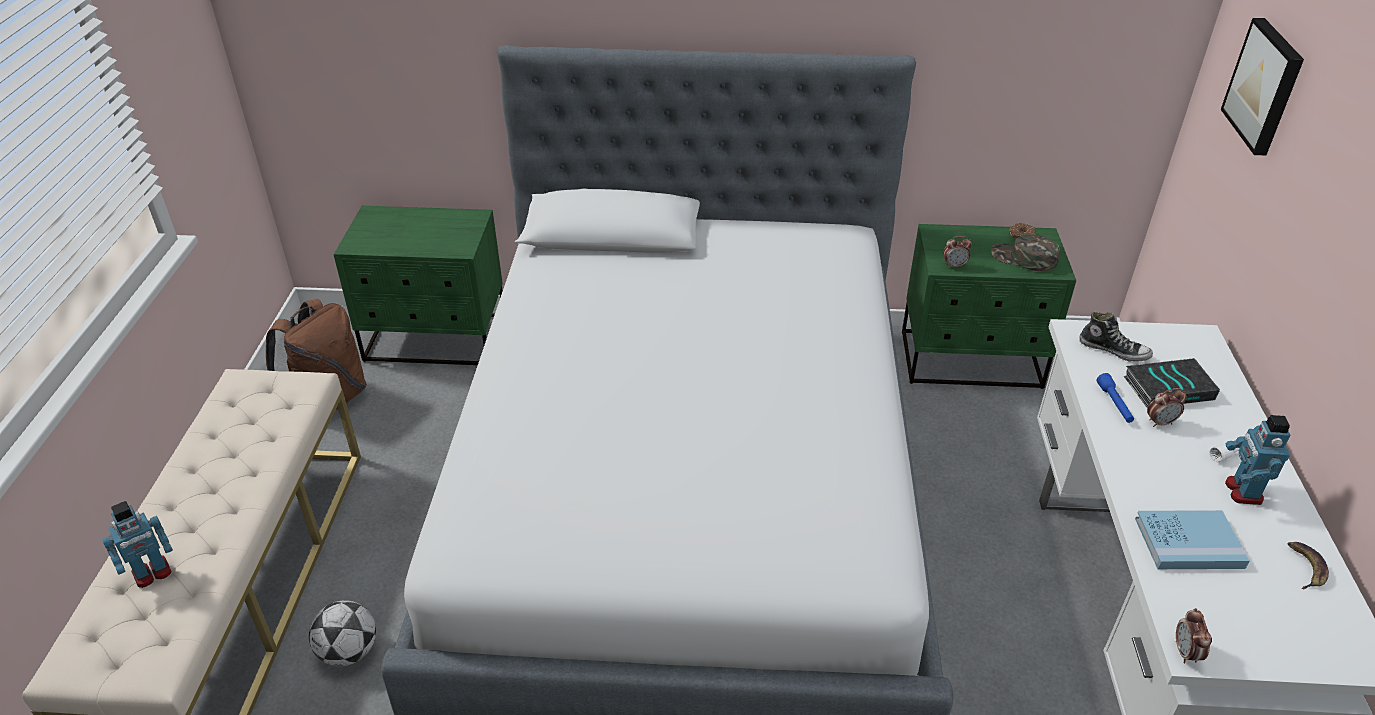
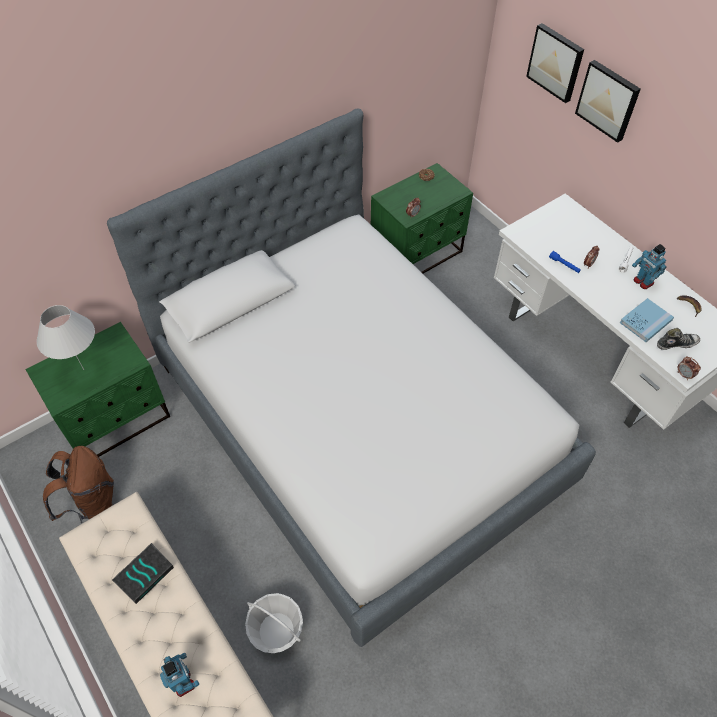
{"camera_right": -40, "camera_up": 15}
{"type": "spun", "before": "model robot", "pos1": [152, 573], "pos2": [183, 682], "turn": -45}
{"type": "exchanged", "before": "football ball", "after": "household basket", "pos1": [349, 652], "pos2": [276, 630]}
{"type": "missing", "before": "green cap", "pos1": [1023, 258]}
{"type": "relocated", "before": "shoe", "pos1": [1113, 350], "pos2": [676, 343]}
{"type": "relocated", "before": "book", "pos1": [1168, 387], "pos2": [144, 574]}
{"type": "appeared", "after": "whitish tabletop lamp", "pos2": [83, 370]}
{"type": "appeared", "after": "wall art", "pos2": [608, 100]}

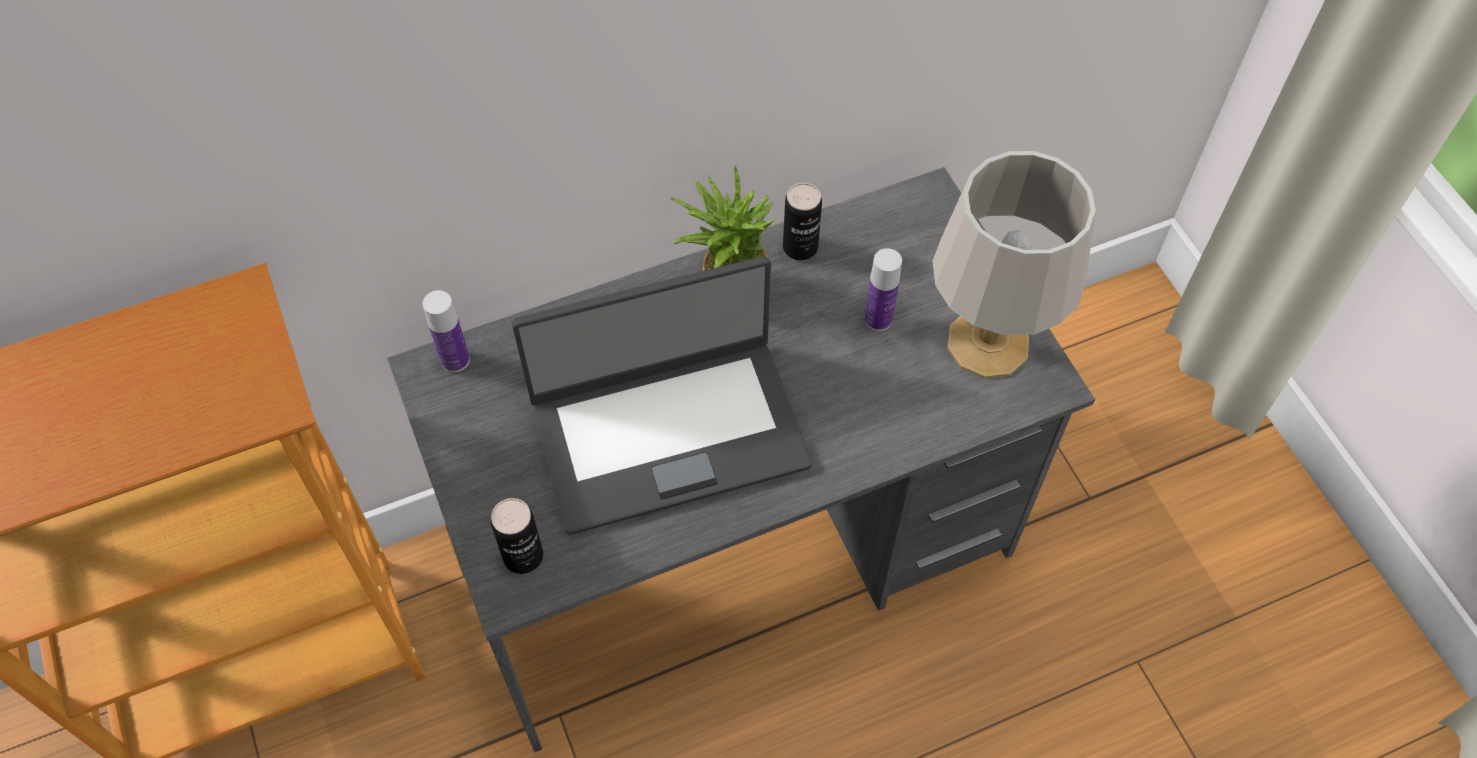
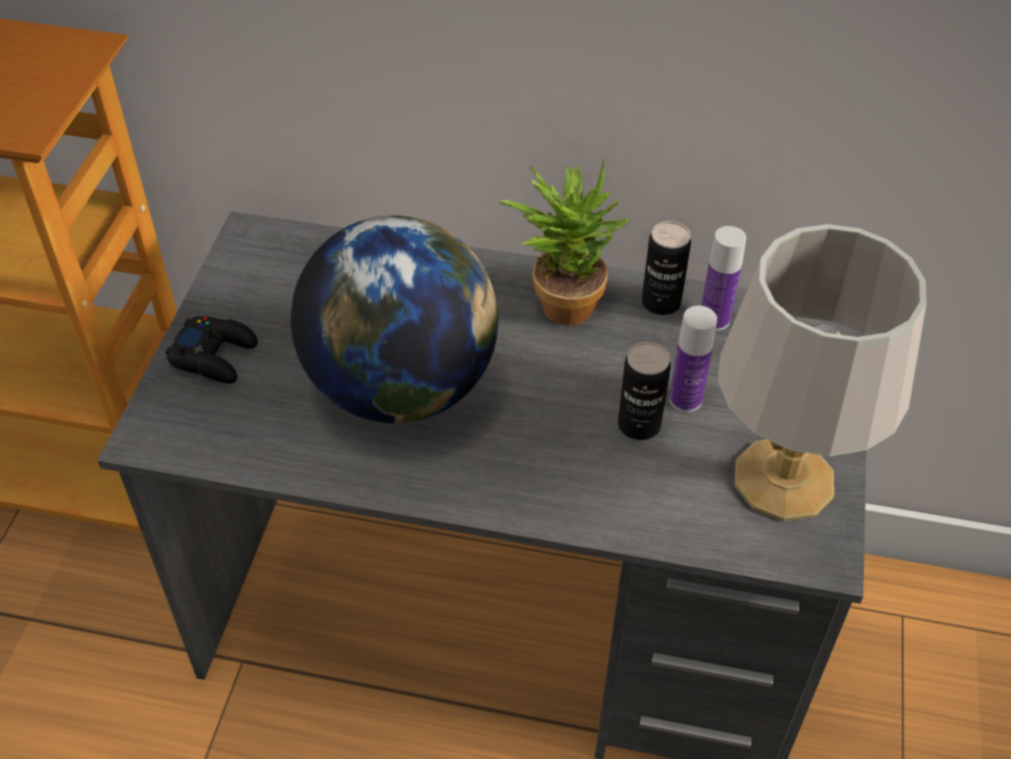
{"camera_right": 35, "camera_up": -10}
{"type": "relocated", "before": "drink bottle", "pos1": [455, 360], "pos2": [714, 319]}
{"type": "relocated", "before": "can", "pos1": [523, 556], "pos2": [639, 425]}
{"type": "exchanged", "before": "notebook computer", "after": "world globe", "pos1": [668, 432], "pos2": [401, 387]}
{"type": "appeared", "after": "blackish gamepad", "pos2": [215, 356]}

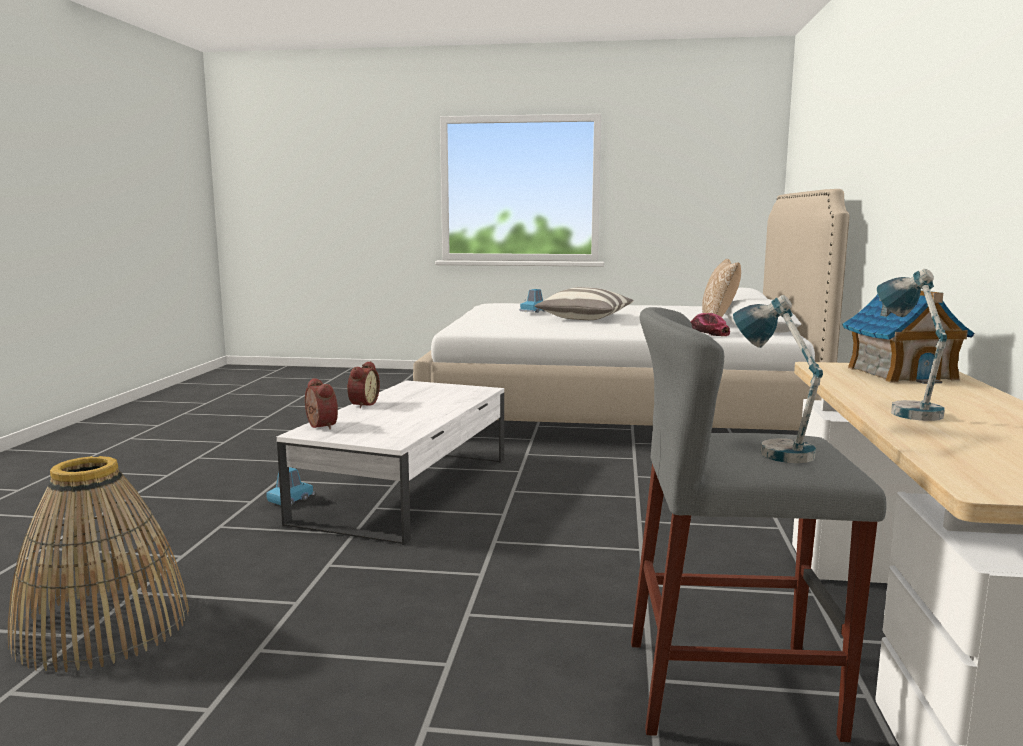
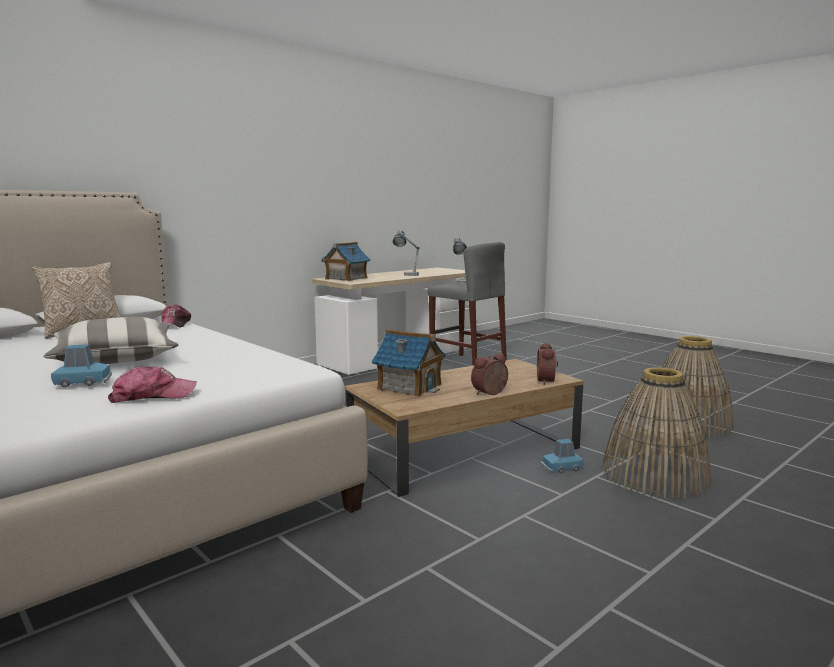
{"camera_right": -140, "camera_up": 0}
{"type": "colour", "before": "whitish low table", "after": "brown low table", "pos1": [407, 488], "pos2": [464, 451]}
{"type": "appeared", "after": "cap", "pos2": [152, 396]}
{"type": "appeared", "after": "model house", "pos2": [409, 387]}
{"type": "appeared", "after": "household basket", "pos2": [654, 475]}

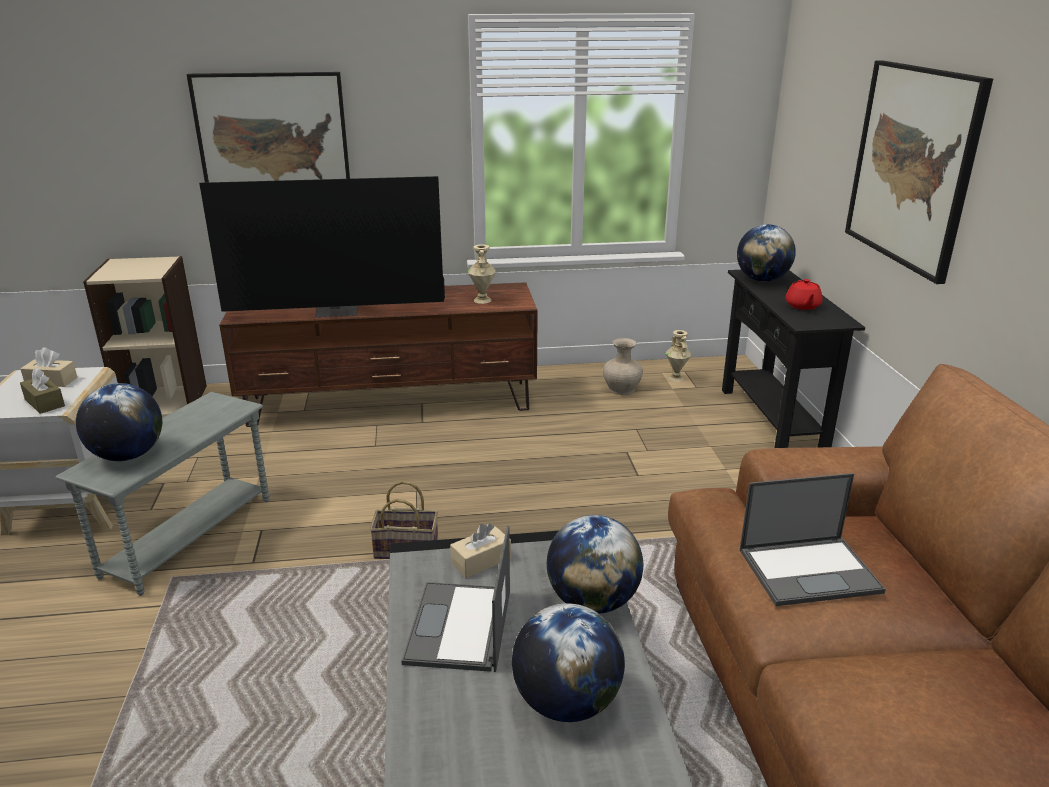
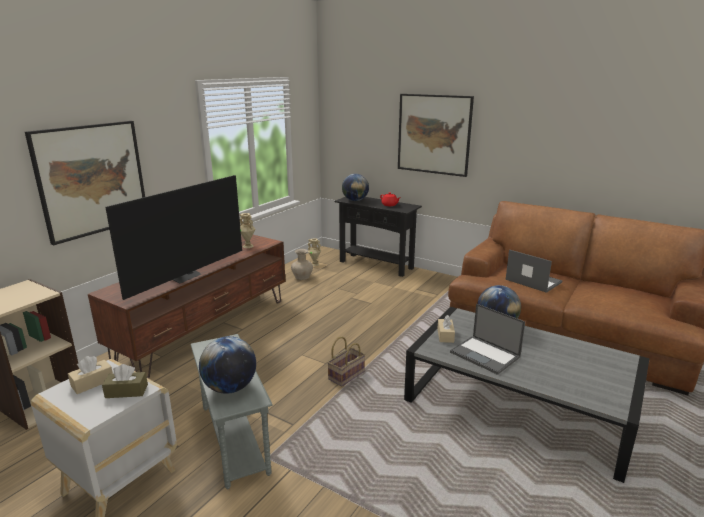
{"camera_right": -50, "camera_up": -5}
{"type": "missing", "before": "world globe", "pos1": [566, 703]}
{"type": "spun", "before": "notebook computer", "pos1": [810, 570], "pos2": [532, 281], "turn": -75}

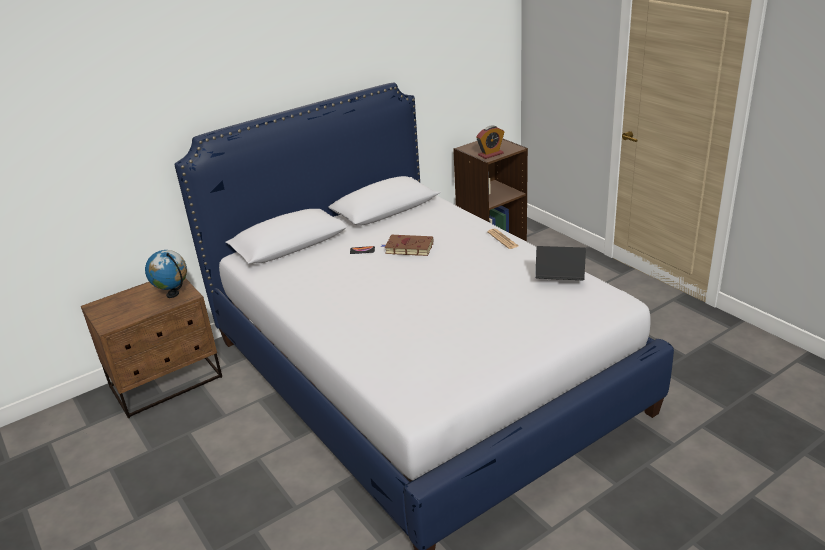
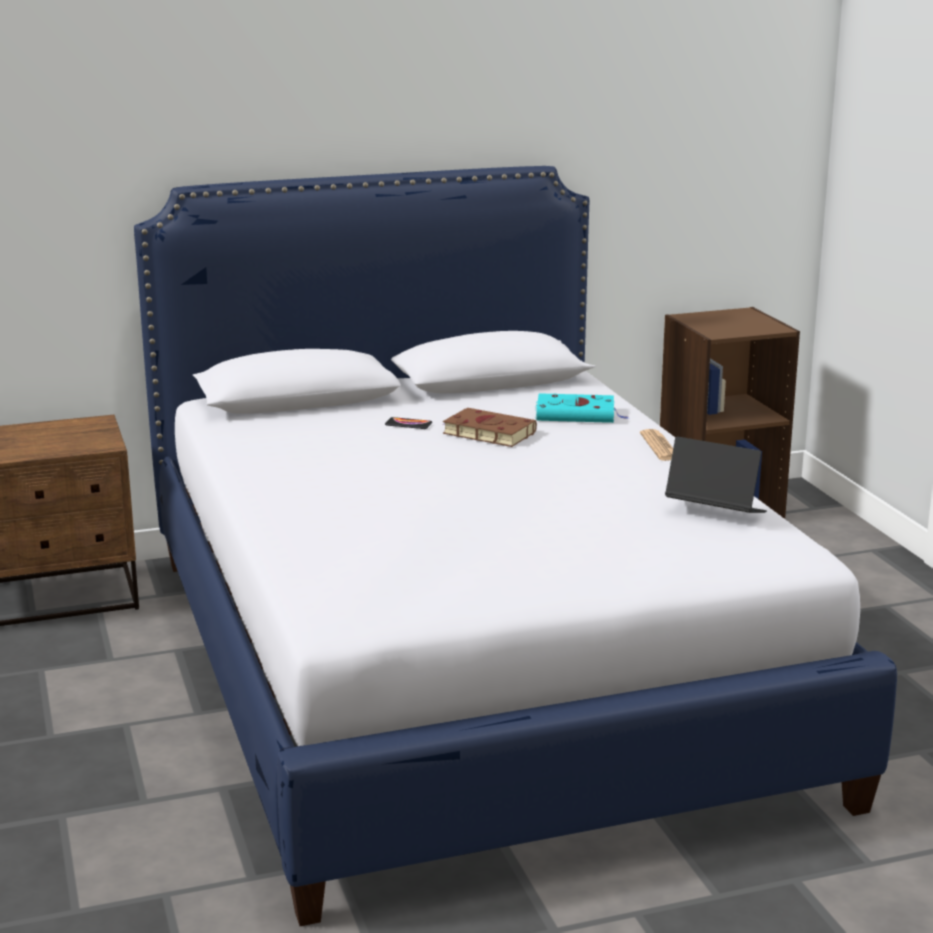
{"camera_right": 15, "camera_up": -10}
{"type": "missing", "before": "world globe", "pos1": [173, 294]}
{"type": "missing", "before": "alarm clock", "pos1": [490, 154]}
{"type": "appeared", "after": "turquoise book", "pos2": [578, 414]}

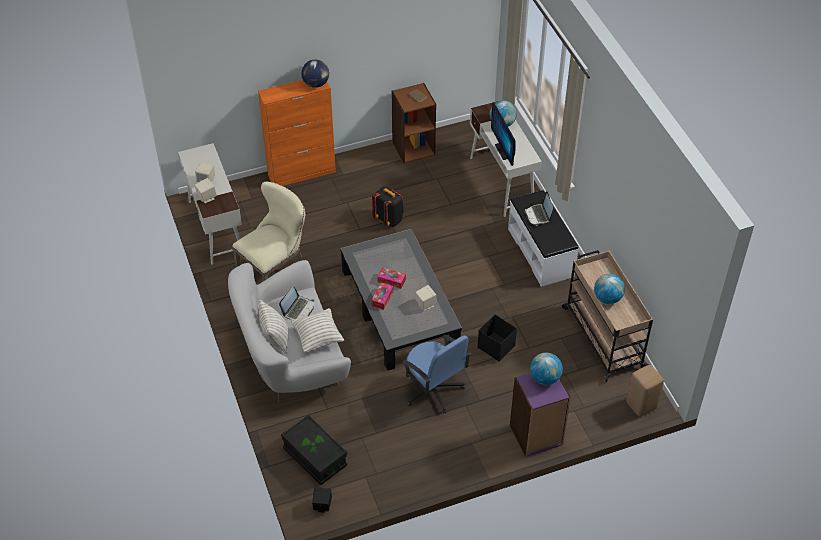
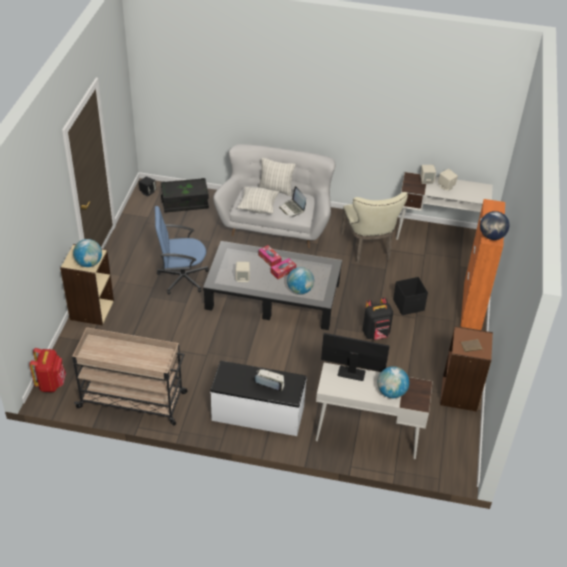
{"camera_right": 120, "camera_up": -5}
{"type": "relocated", "before": "blackish storage box", "pos1": [496, 346], "pos2": [409, 305]}
{"type": "colour", "before": "purplish bookcase", "after": "beige bookcase", "pos1": [536, 435], "pos2": [91, 310]}
{"type": "relocated", "before": "world globe", "pos1": [607, 298], "pos2": [300, 290]}
{"type": "exchanged", "before": "beige stool", "after": "reddish rucksack", "pos1": [641, 406], "pos2": [51, 383]}

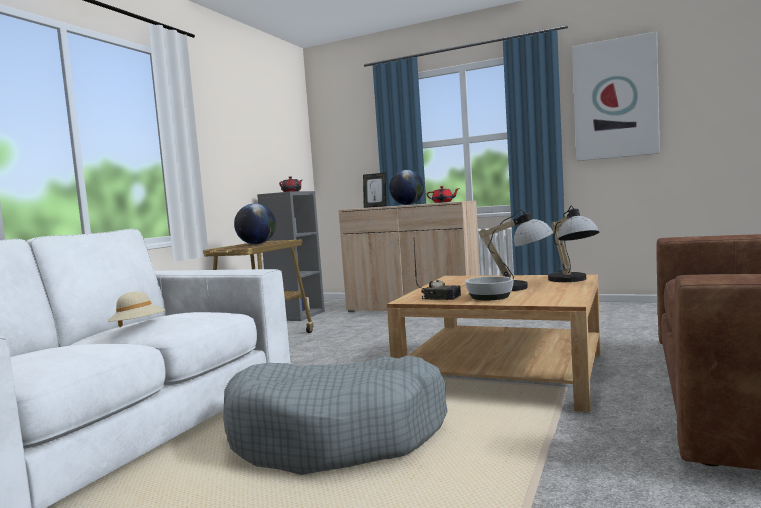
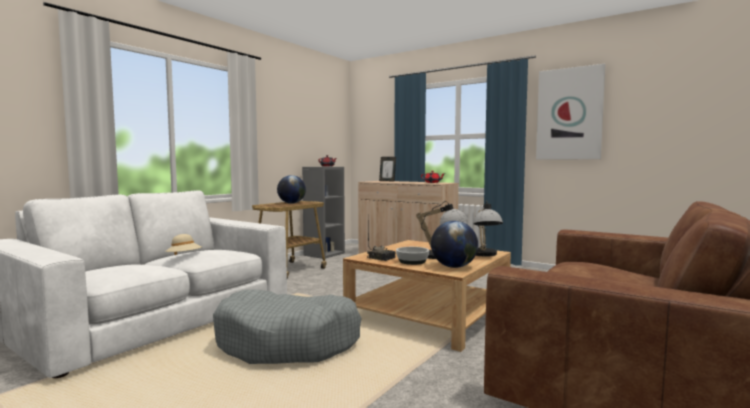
{"camera_right": 10, "camera_up": 0}
{"type": "relocated", "before": "world globe", "pos1": [407, 204], "pos2": [453, 267]}

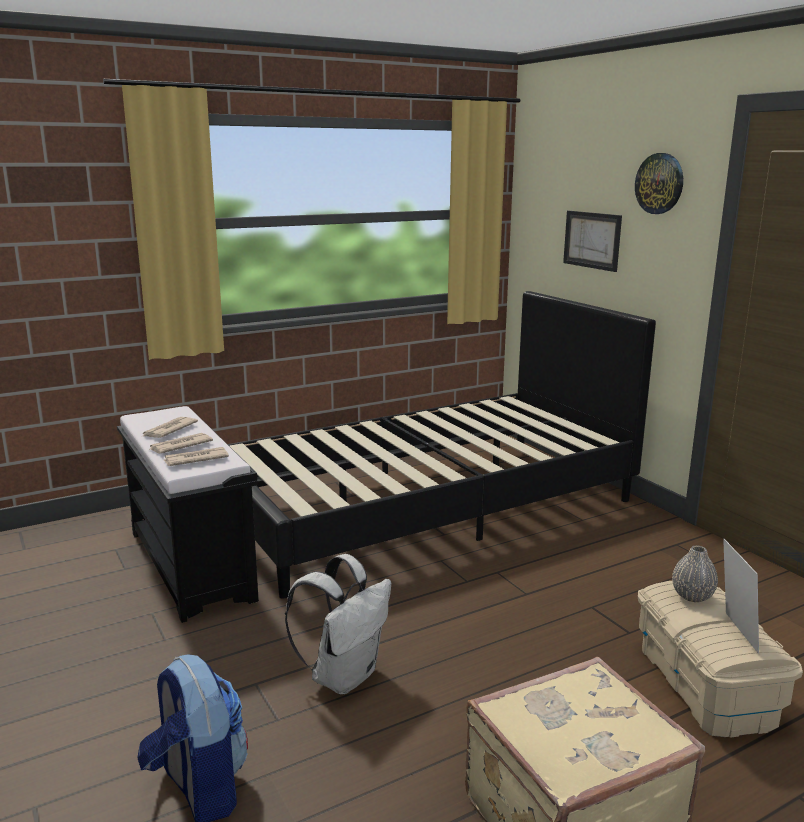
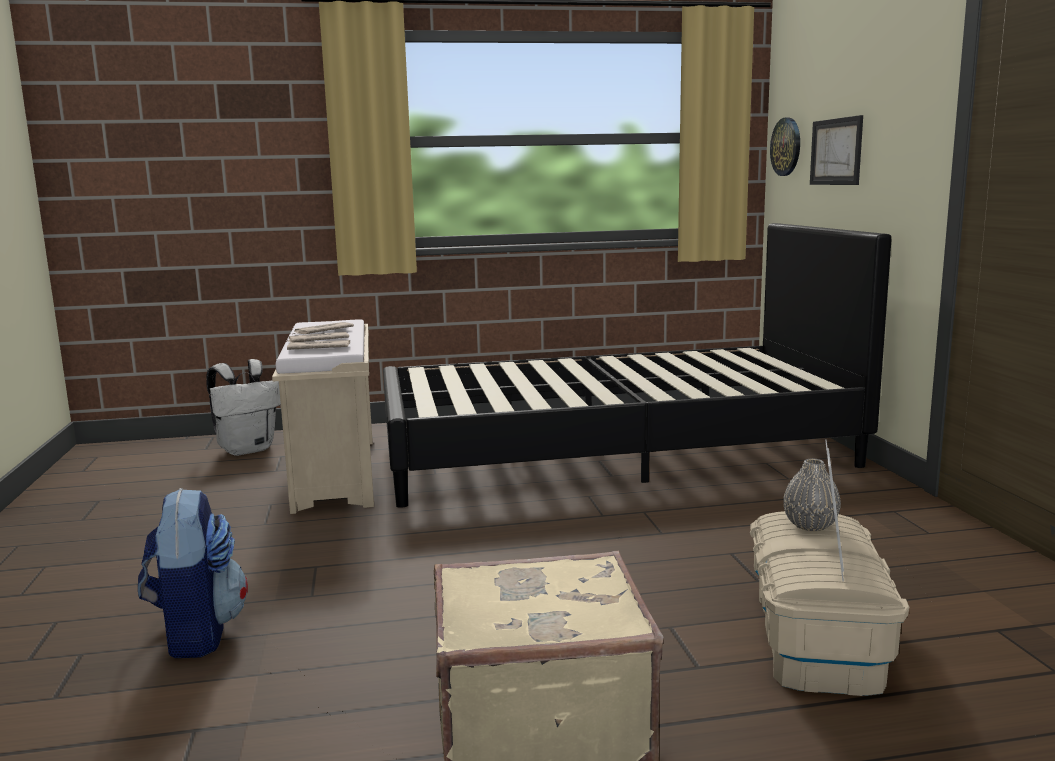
{"camera_right": 20, "camera_up": -5}
{"type": "colour", "before": "blackish long seat", "after": "beige long seat", "pos1": [192, 565], "pos2": [337, 474]}
{"type": "relocated", "before": "whitish rucksack", "pos1": [344, 675], "pos2": [248, 449]}
{"type": "relocated", "before": "wall clock", "pos1": [659, 183], "pos2": [786, 147]}

